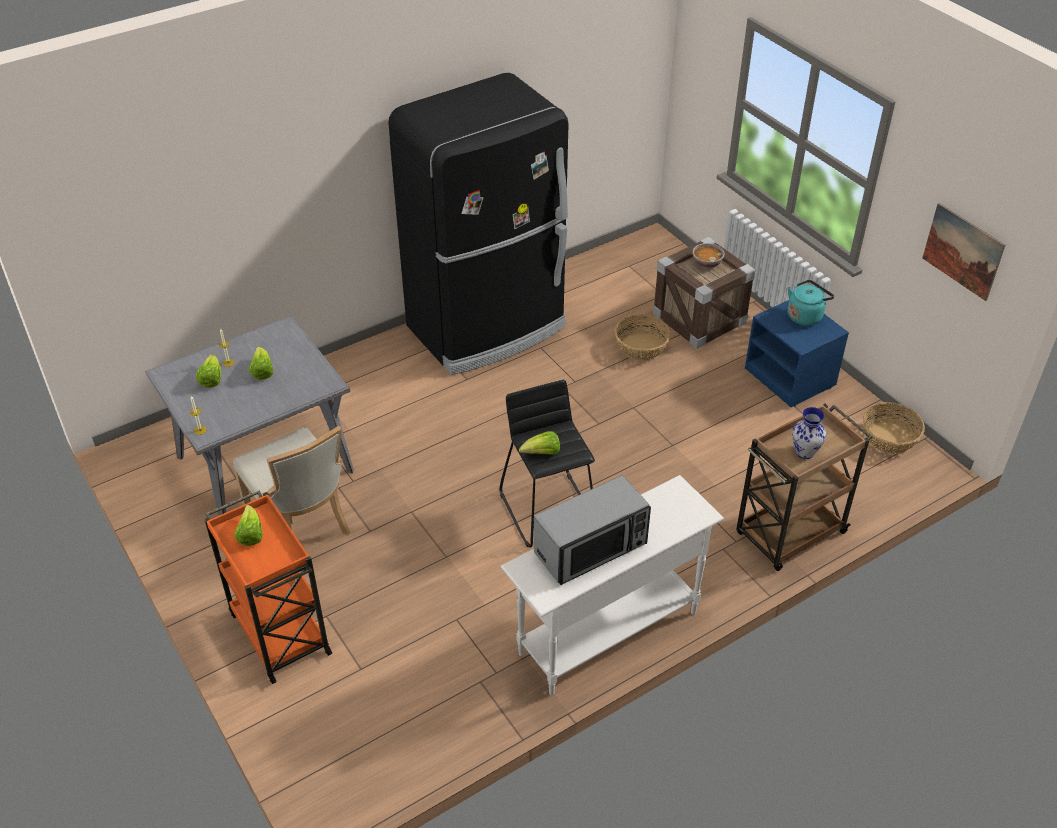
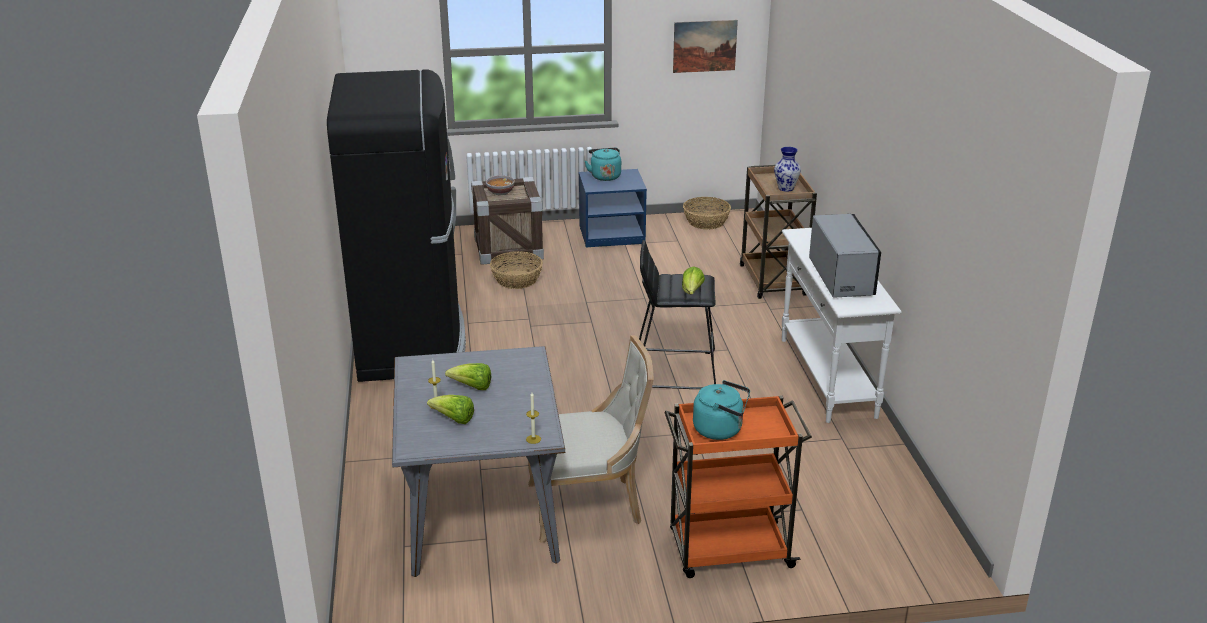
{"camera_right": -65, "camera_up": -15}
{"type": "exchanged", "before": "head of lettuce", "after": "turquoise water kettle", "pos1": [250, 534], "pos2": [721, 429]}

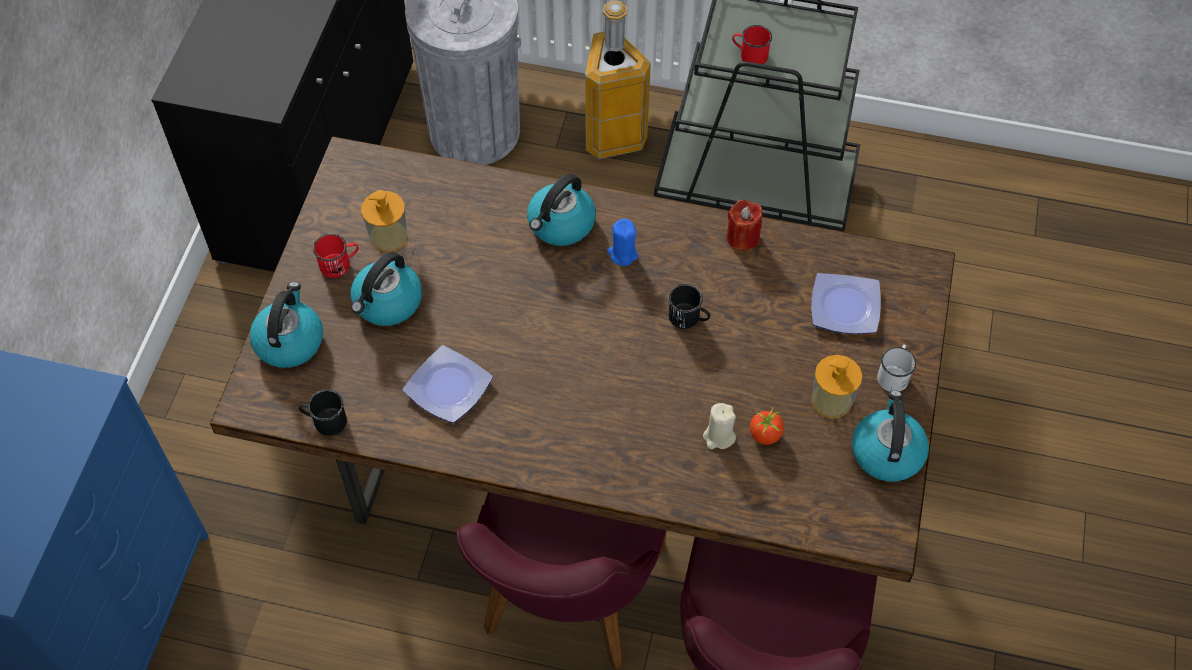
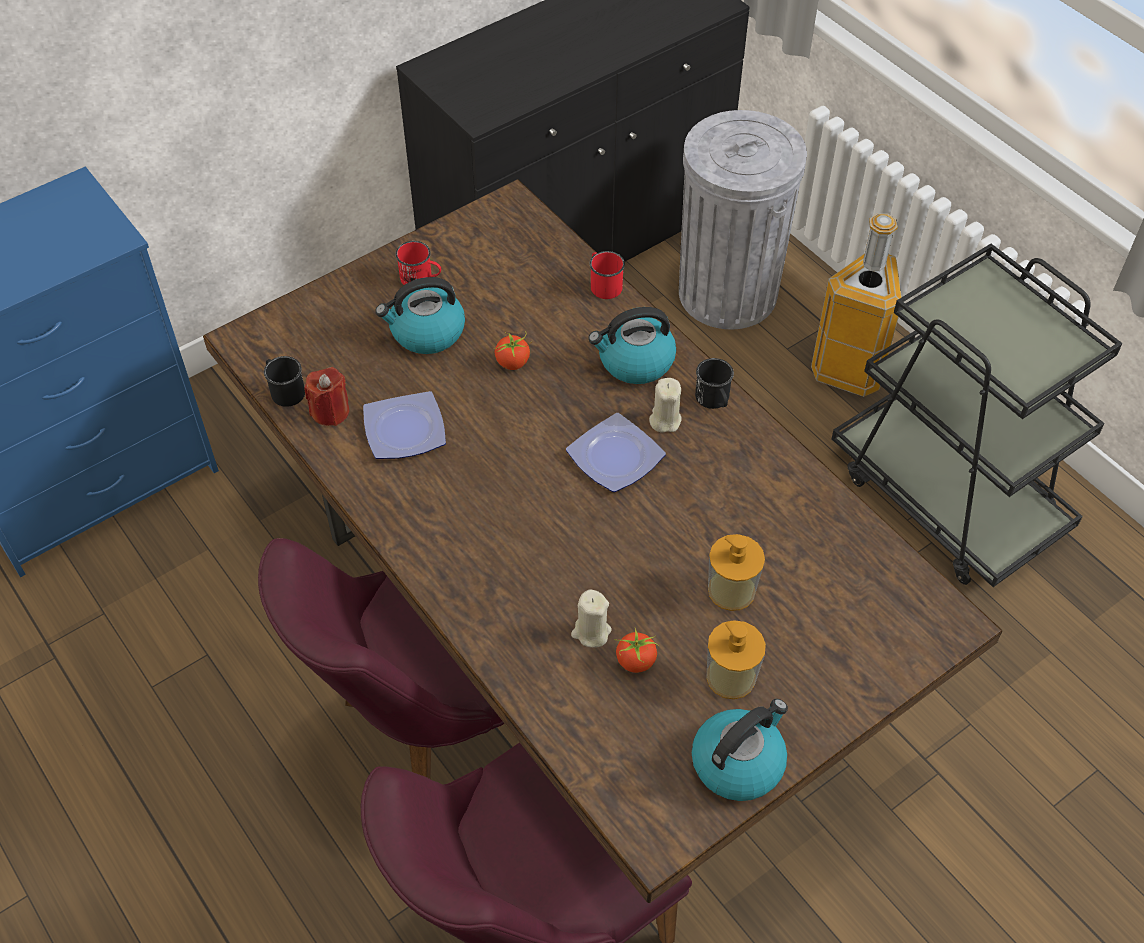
{"camera_right": 40, "camera_up": -5}
{"type": "missing", "before": "water kettle", "pos1": [289, 341]}
{"type": "relocated", "before": "soap bottle", "pos1": [388, 237], "pos2": [731, 590]}
{"type": "colour", "before": "bluish wax candle", "after": "beige wax candle", "pos1": [622, 254], "pos2": [664, 420]}
{"type": "relocated", "before": "blackish coffee mug", "pos1": [688, 318], "pos2": [714, 400]}
{"type": "relocated", "before": "reddish wax candle", "pos1": [742, 237], "pos2": [330, 411]}
{"type": "relocated", "before": "reddish coffee mug", "pos1": [749, 55], "pos2": [603, 284]}
{"type": "relocated", "before": "flat dish", "pos1": [843, 305], "pos2": [615, 455]}
{"type": "missing", "before": "whitish coffee mug", "pos1": [894, 374]}
{"type": "appeared", "after": "tomato", "pos2": [513, 362]}

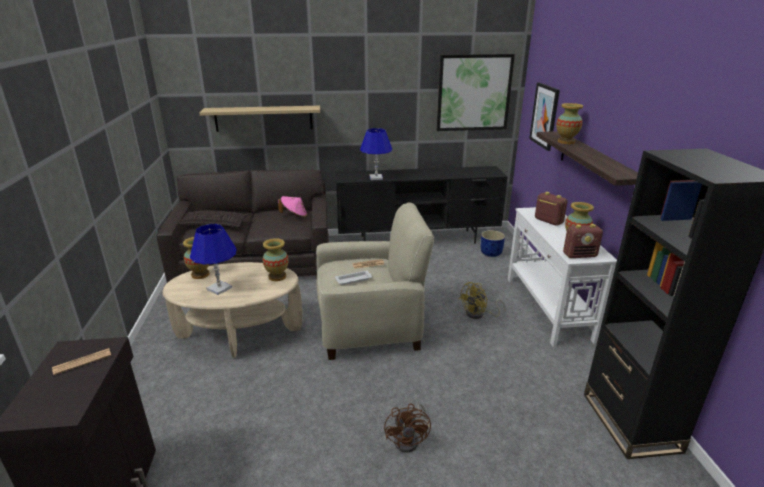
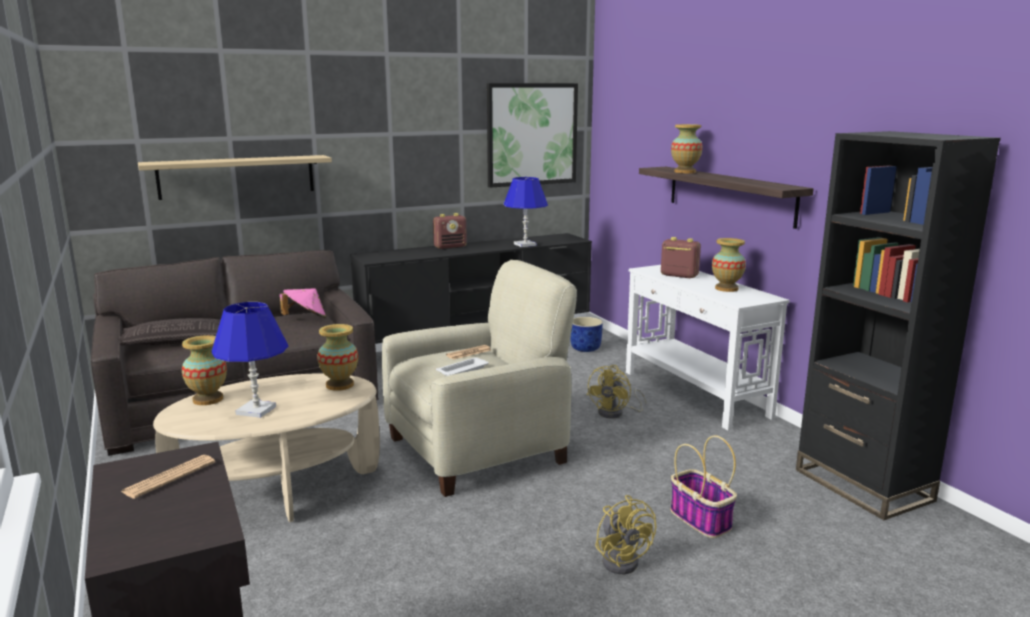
{"camera_right": -20, "camera_up": -10}
{"type": "relocated", "before": "bluish tabletop lamp", "pos1": [376, 178], "pos2": [525, 244]}
{"type": "colour", "before": "brown electric fan", "after": "yellow-coloured electric fan", "pos1": [410, 440], "pos2": [623, 559]}
{"type": "missing", "before": "wall art", "pos1": [544, 116]}
{"type": "relocated", "before": "radio receiver", "pos1": [580, 255], "pos2": [450, 247]}
{"type": "appeared", "after": "household basket", "pos2": [701, 520]}

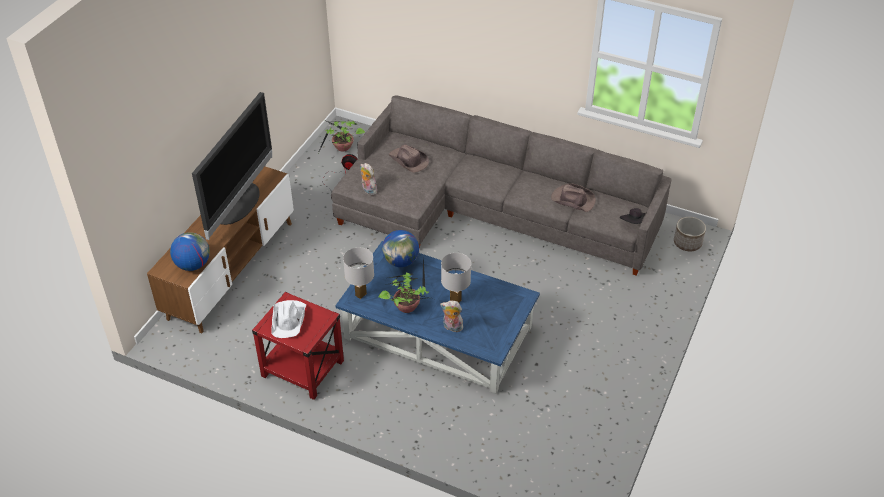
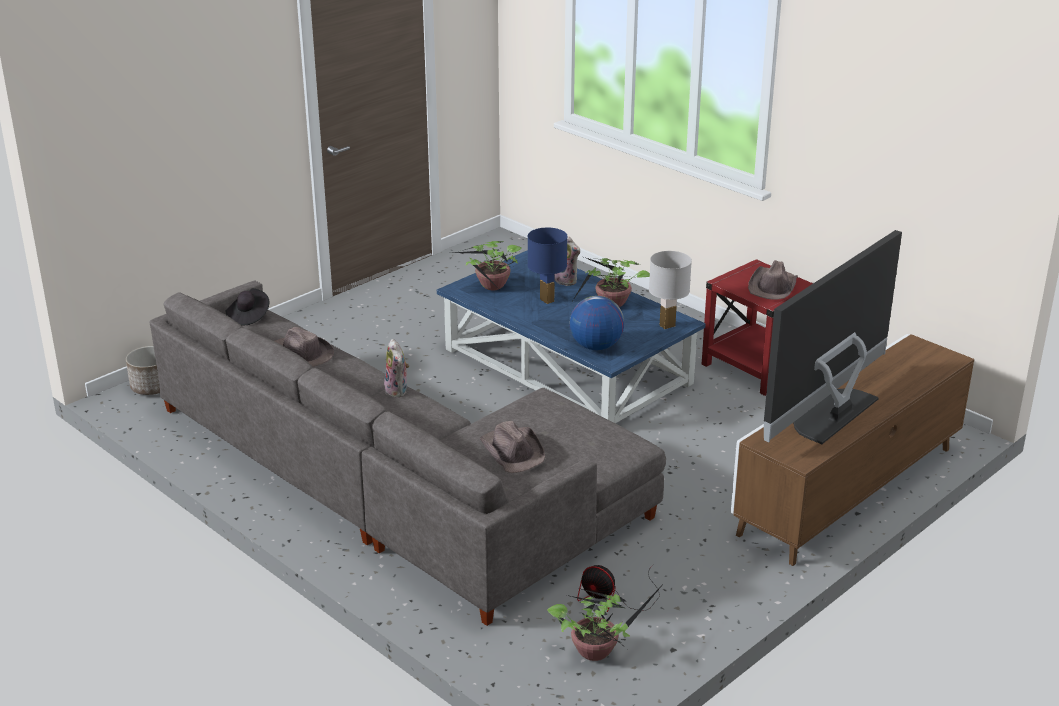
{"camera_right": -160, "camera_up": -15}
{"type": "missing", "before": "world globe", "pos1": [193, 264]}
{"type": "colour", "before": "whitish wearable hat", "after": "brown wearable hat", "pos1": [289, 319], "pos2": [773, 286]}
{"type": "relocated", "before": "cuddly toy", "pos1": [368, 190], "pos2": [398, 391]}
{"type": "colour", "before": "whitish tabletop lamp", "after": "bluish tabletop lamp", "pos1": [455, 300], "pos2": [547, 300]}
{"type": "appeared", "after": "houseplant", "pos2": [493, 288]}

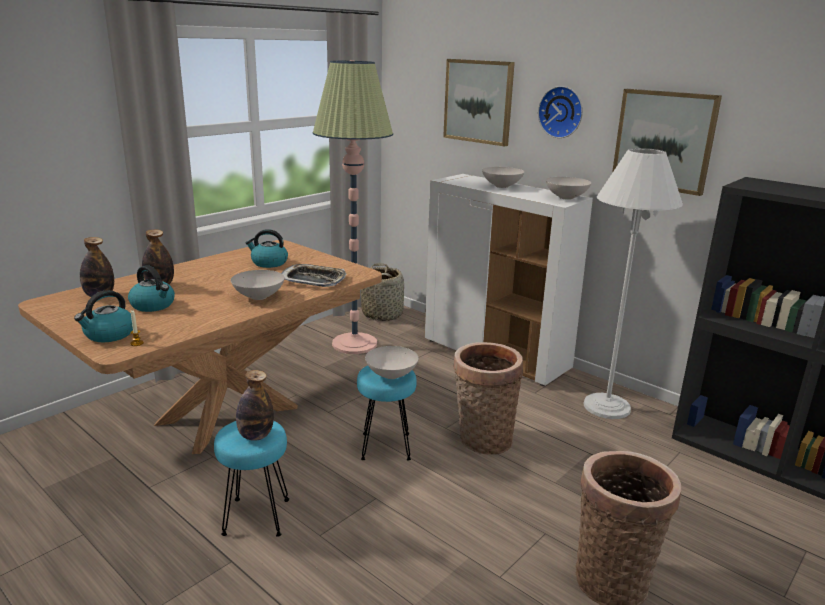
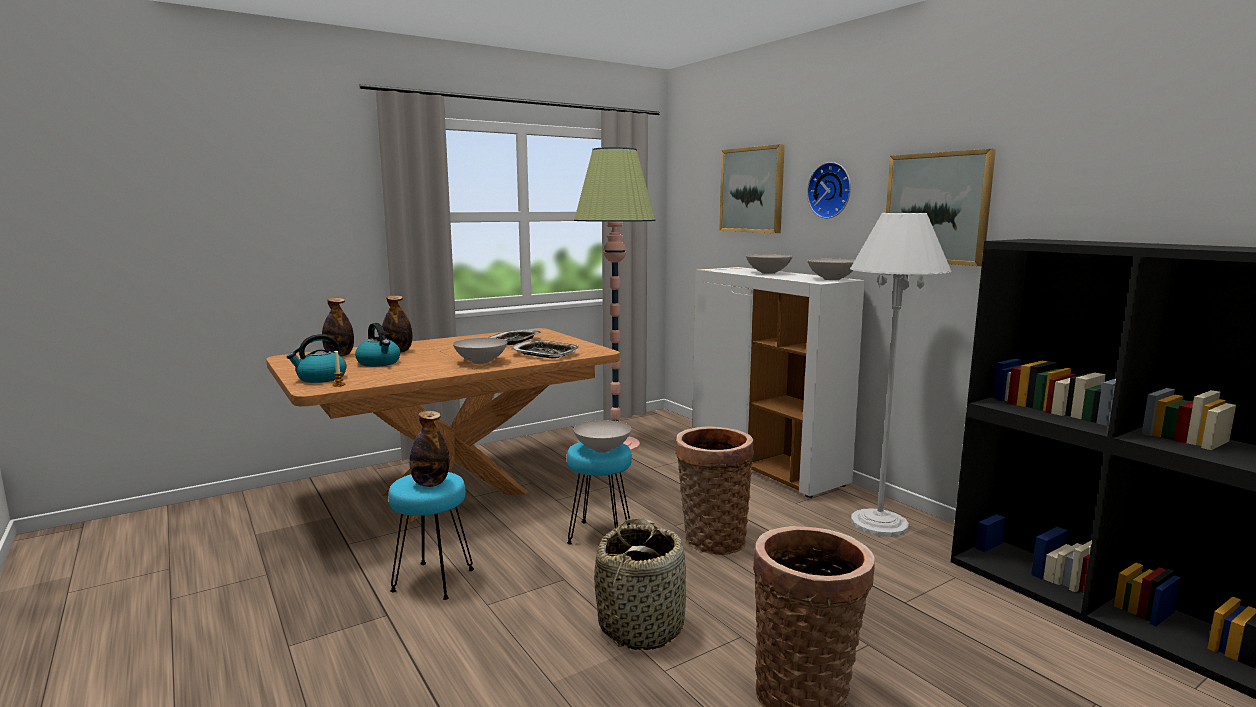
{"camera_right": 15, "camera_up": -10}
{"type": "exchanged", "before": "water kettle", "after": "serving tray", "pos1": [269, 263], "pos2": [513, 342]}
{"type": "relocated", "before": "household basket", "pos1": [382, 314], "pos2": [641, 626]}

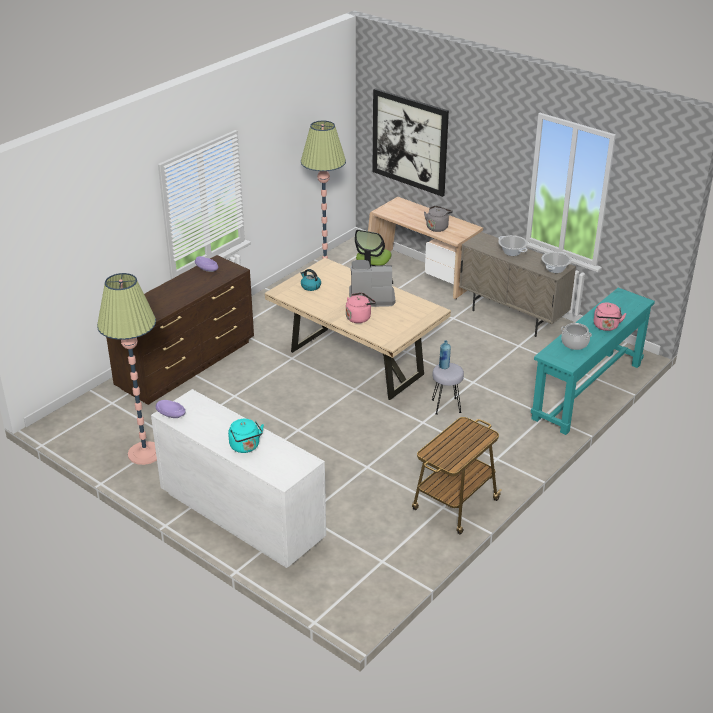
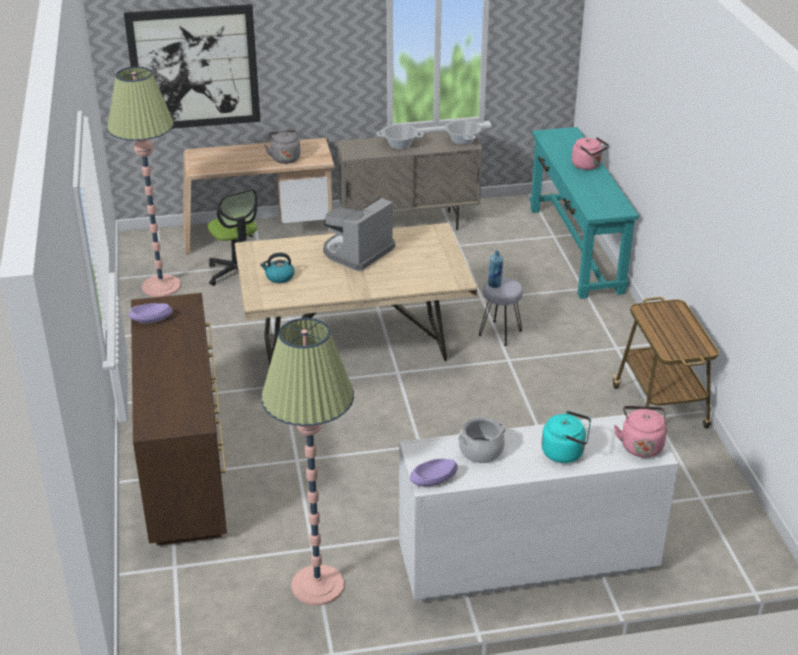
{"camera_right": -50, "camera_up": 0}
{"type": "relocated", "before": "pinkish water kettle", "pos1": [359, 317], "pos2": [641, 445]}
{"type": "relocated", "before": "cooking pot", "pos1": [574, 343], "pos2": [481, 451]}

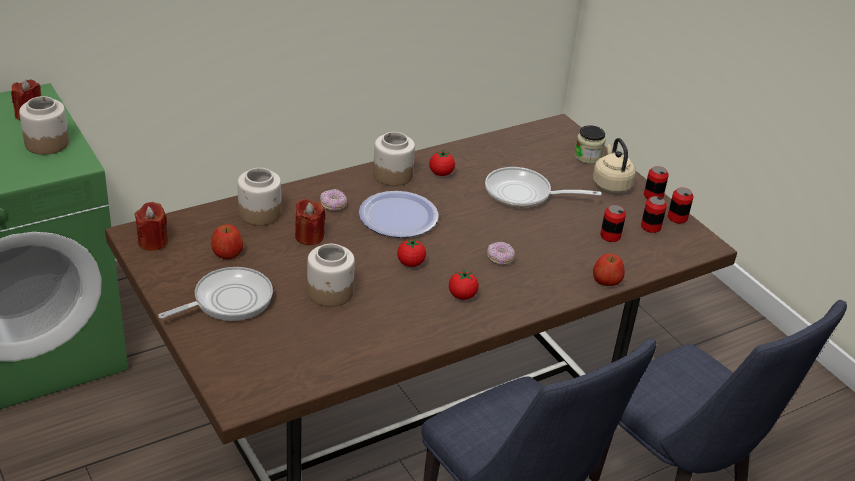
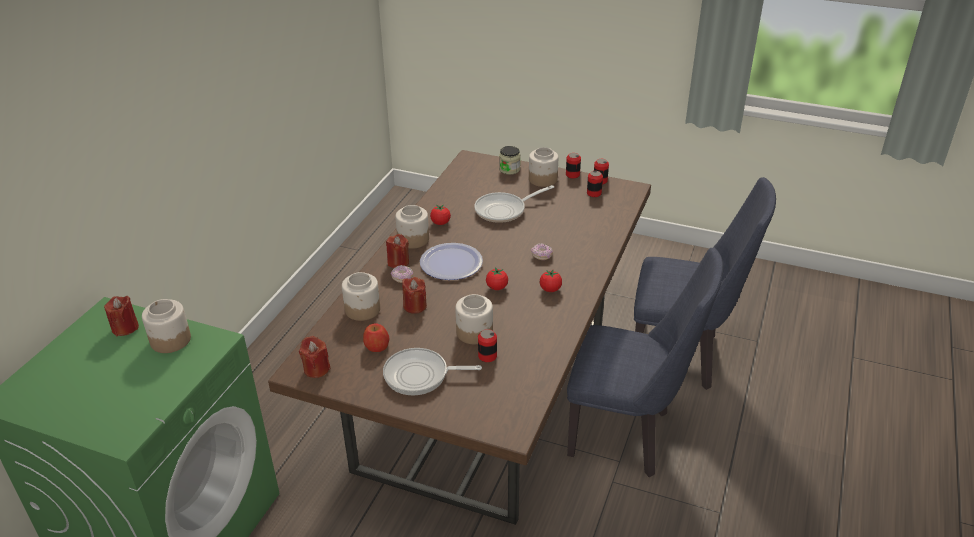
{"camera_right": -35, "camera_up": 0}
{"type": "spun", "before": "skillet", "pos1": [228, 300], "pos2": [420, 375], "turn": -105}
{"type": "exchanged", "before": "beige water kettle", "after": "jar", "pos1": [611, 184], "pos2": [542, 179]}
{"type": "missing", "before": "apple fruit", "pos1": [606, 280]}
{"type": "relocated", "before": "can", "pos1": [610, 236], "pos2": [487, 356]}
{"type": "appeared", "after": "reddish wax candle", "pos2": [398, 262]}

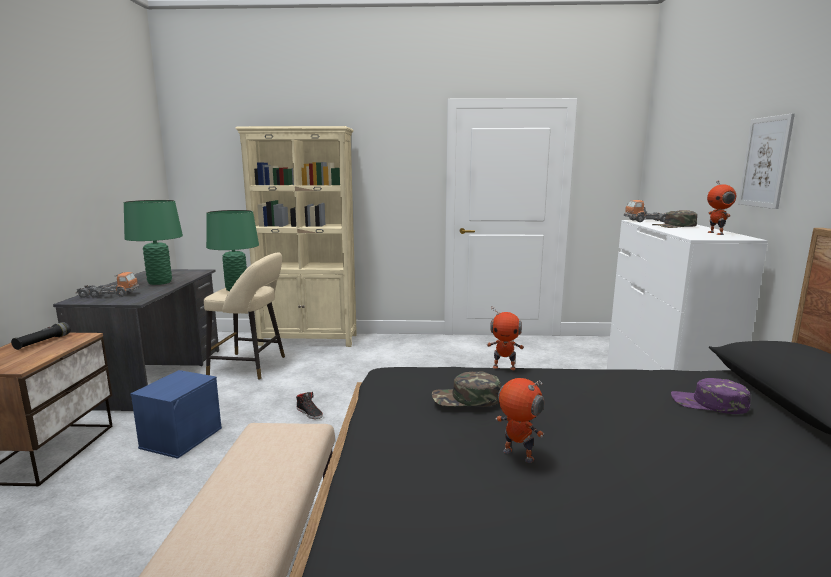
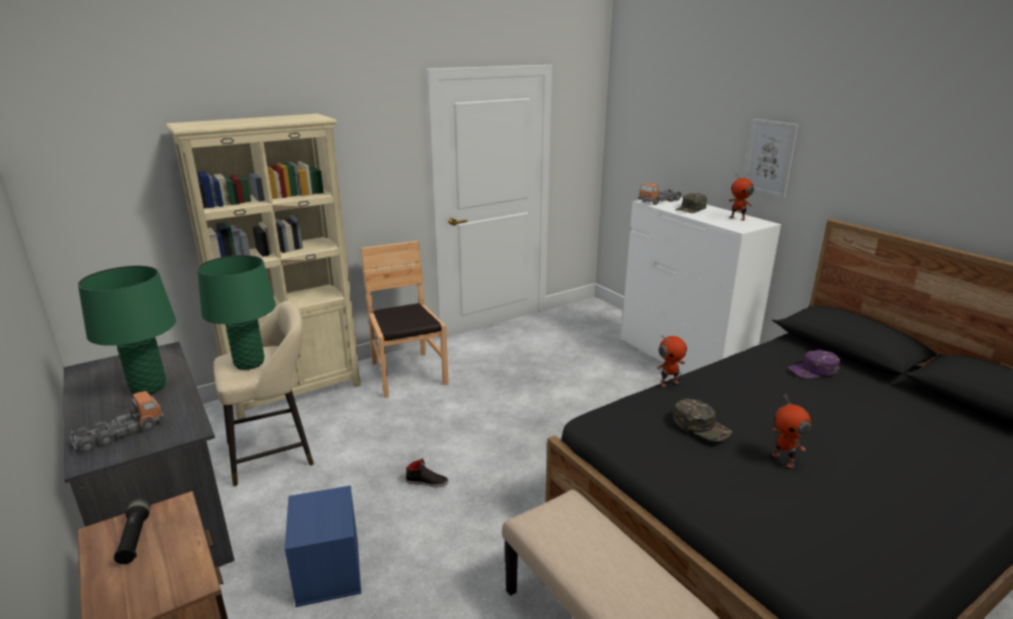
{"camera_right": -35, "camera_up": 10}
{"type": "spun", "before": "green cap", "pos1": [466, 398], "pos2": [701, 426], "turn": -105}
{"type": "spun", "before": "model robot", "pos1": [517, 456], "pos2": [784, 460], "turn": -120}
{"type": "appeared", "after": "brown upright chair", "pos2": [407, 374]}

